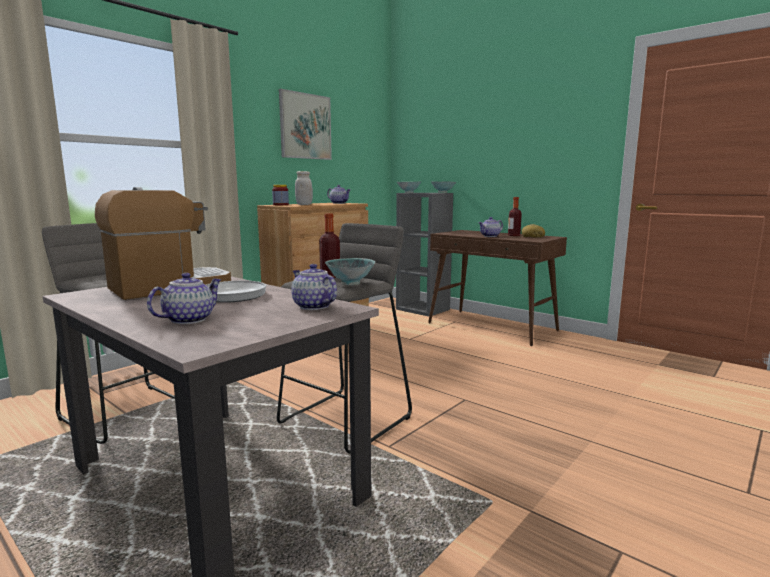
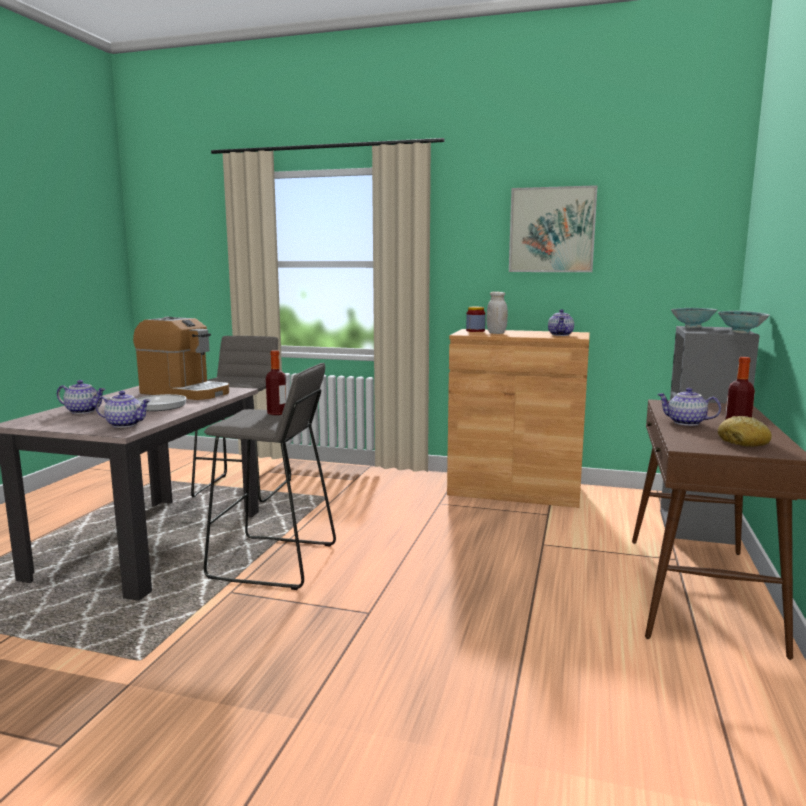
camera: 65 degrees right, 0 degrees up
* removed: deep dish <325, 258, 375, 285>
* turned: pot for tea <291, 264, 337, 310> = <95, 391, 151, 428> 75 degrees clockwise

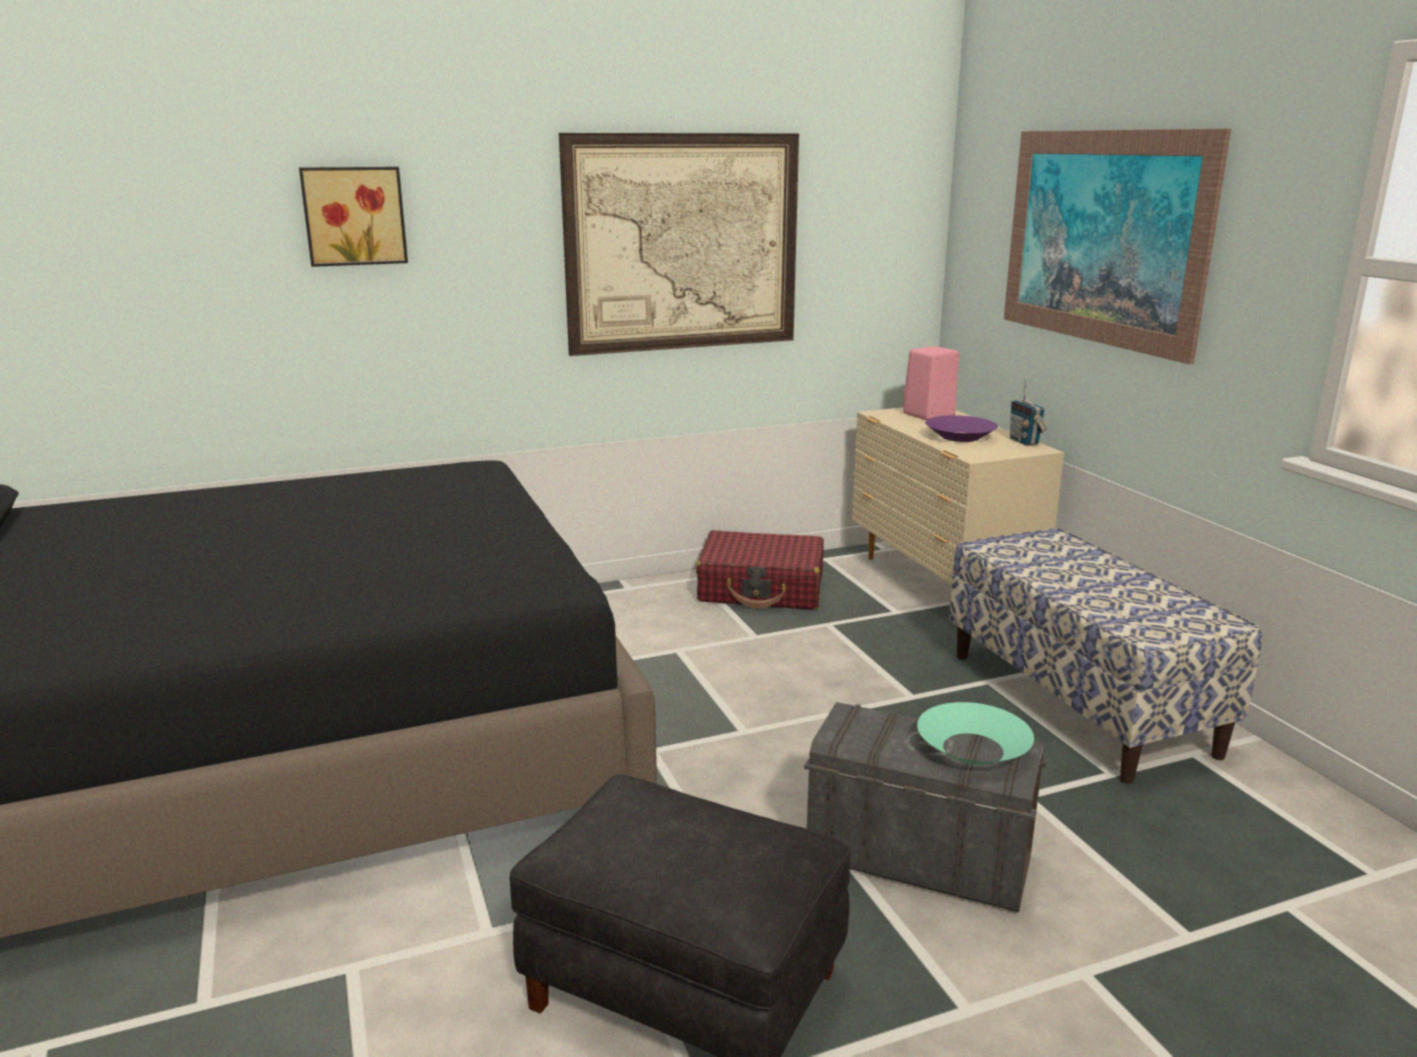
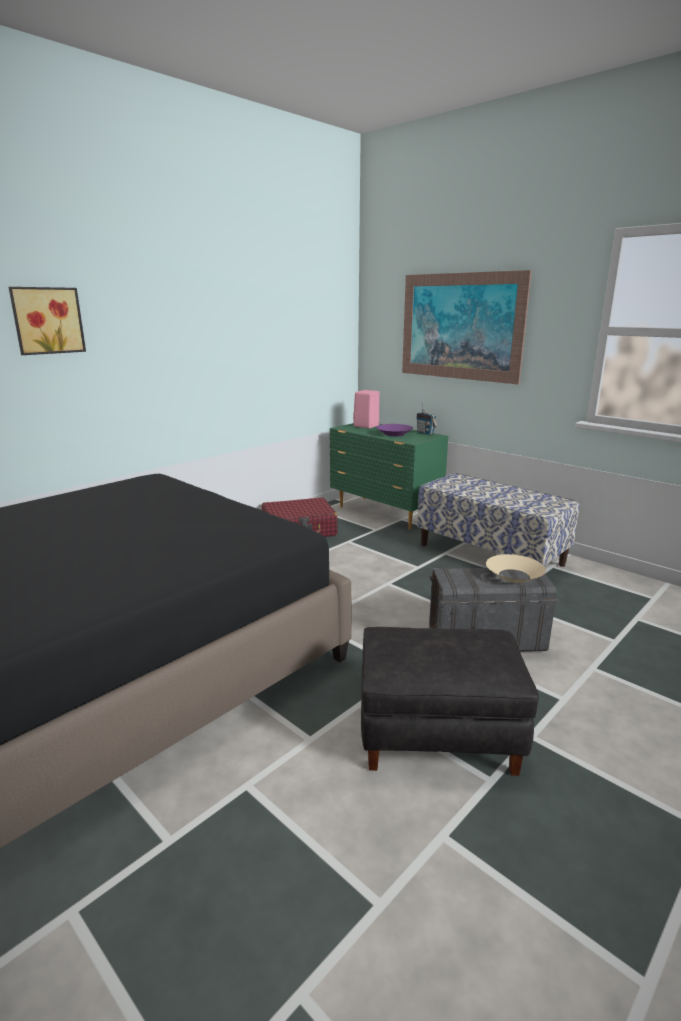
camera: 25 degrees left, 0 degrees up
* removed: wall picture <559, 133, 799, 356>
* recoloured: beige chest of drawers <852, 407, 1064, 585> to green-coloured chest of drawers <330, 423, 448, 530>
* recoloured: turquoise-coloured deep dish <917, 702, 1034, 765> to beige deep dish <486, 554, 546, 583>

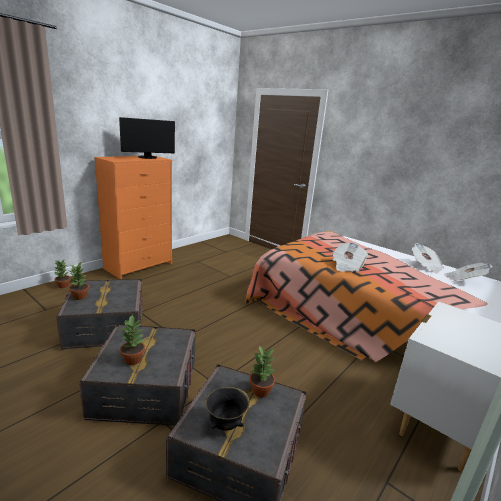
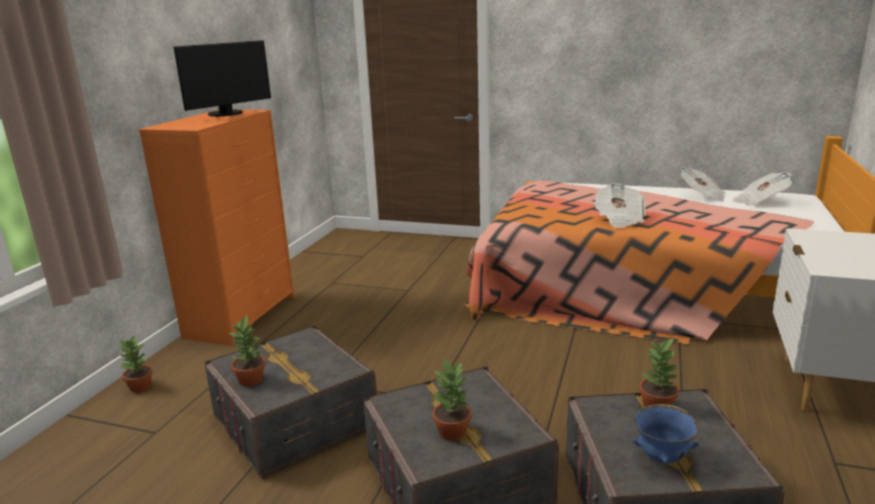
camera: 20 degrees left, 0 degrees up
* recoloured: black-coloured deep dish <205, 387, 250, 431> to blue deep dish <632, 404, 700, 463>

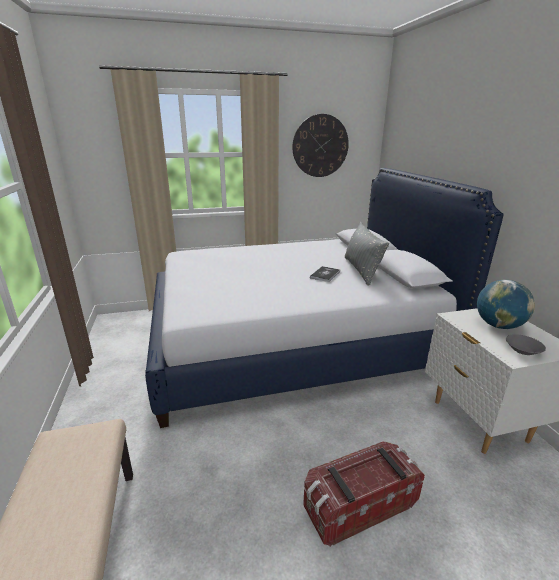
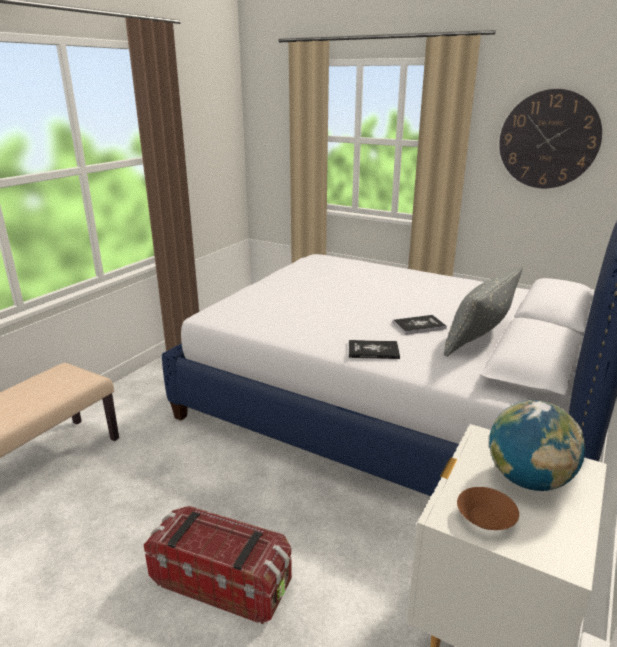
camera: 45 degrees right, 0 degrees up
* added: volume <349, 340, 400, 359>
* recoloured: gray deep dish <506, 334, 546, 355> to brown-coloured deep dish <457, 487, 519, 530>

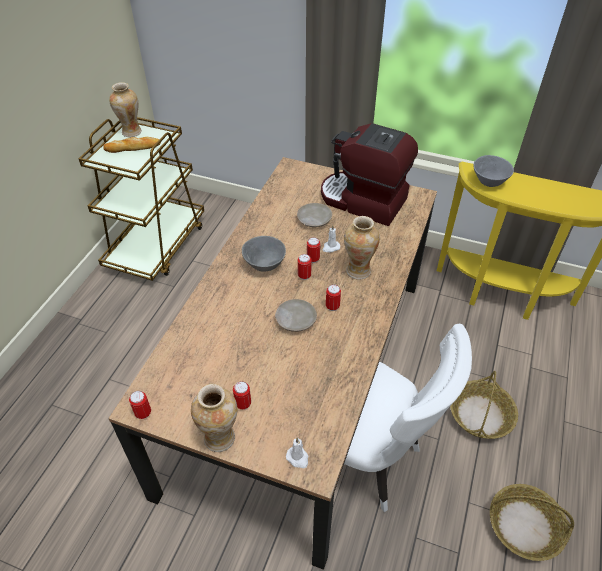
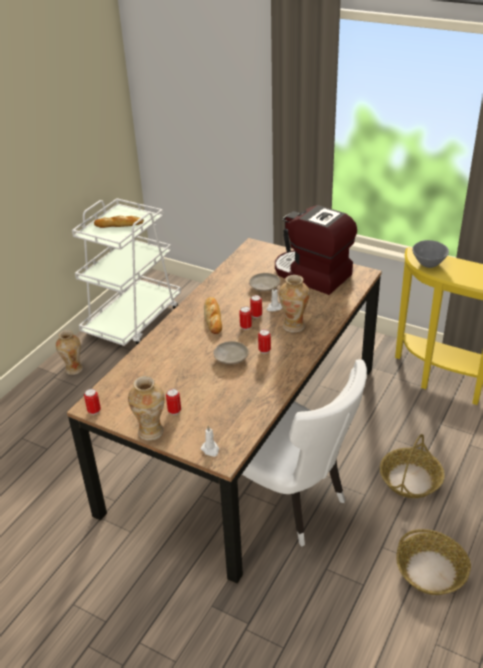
camera: 10 degrees right, 10 degrees down
* moved: vase <109, 82, 142, 137> to <56, 330, 83, 375>
* replaced: gray deep dish <242, 236, 286, 272> to bread <204, 297, 222, 334>
* recoloured: brown-coloured cart <79, 117, 204, 281> to whitish cart <72, 198, 181, 346>

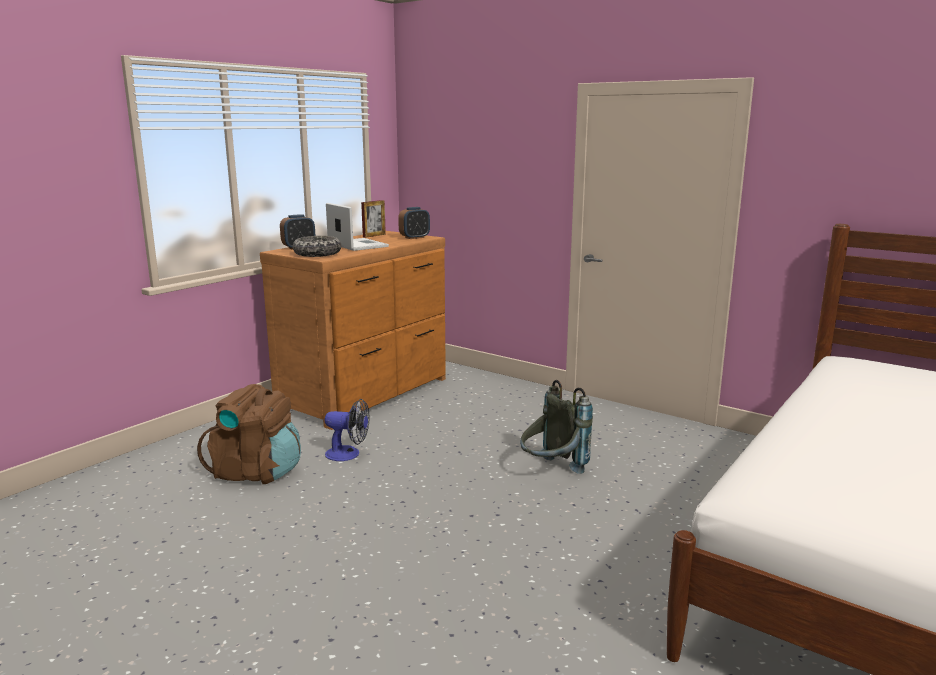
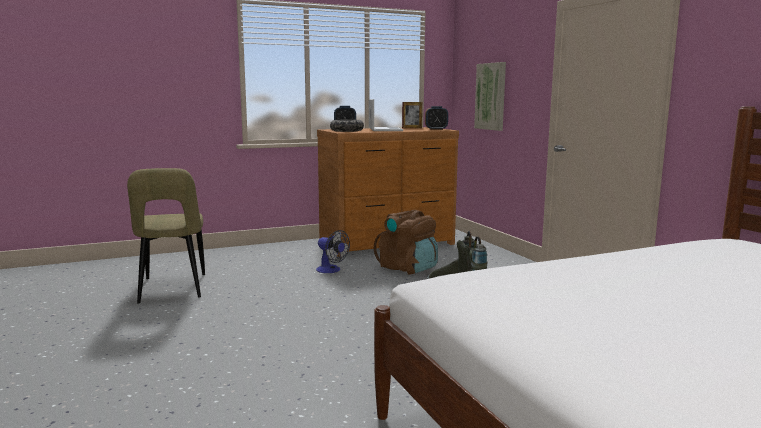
camera: 30 degrees right, 5 degrees down
* added: beige chair <127, 168, 205, 303>
* added: wall picture <474, 62, 506, 131>
* moved: brown-coloured backpack <197, 384, 301, 484> to <374, 210, 438, 275>

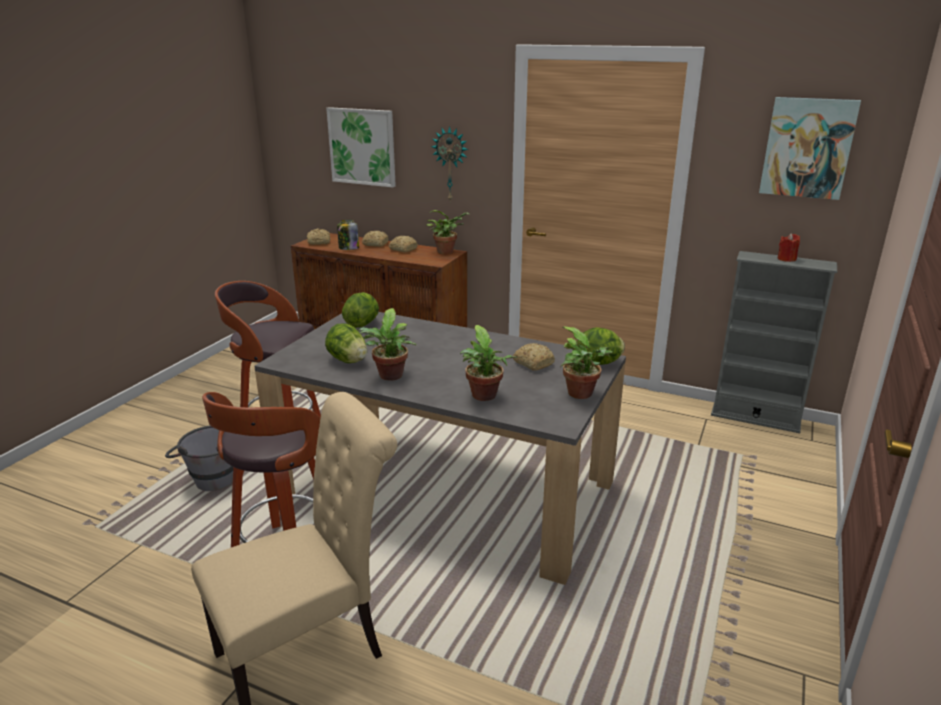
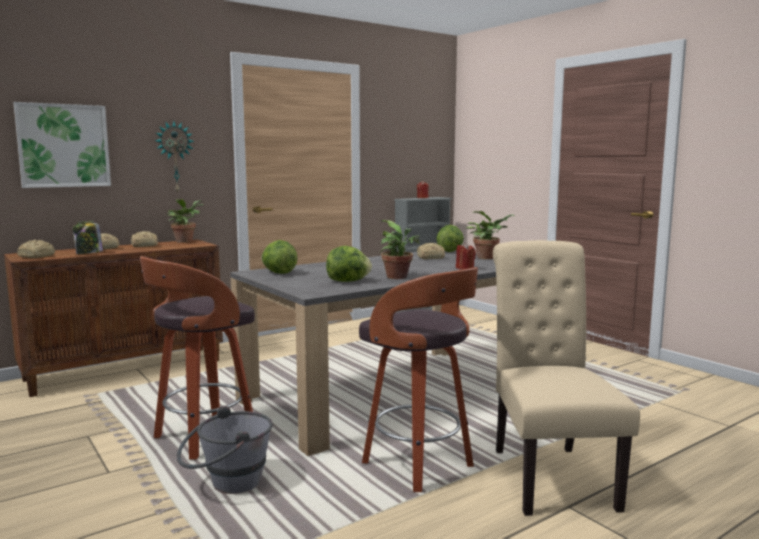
camera: 60 degrees left, 15 degrees down
* removed: wall picture <759, 97, 861, 200>
* replaced: houseplant <460, 325, 518, 401> to red wax light <456, 243, 476, 270>

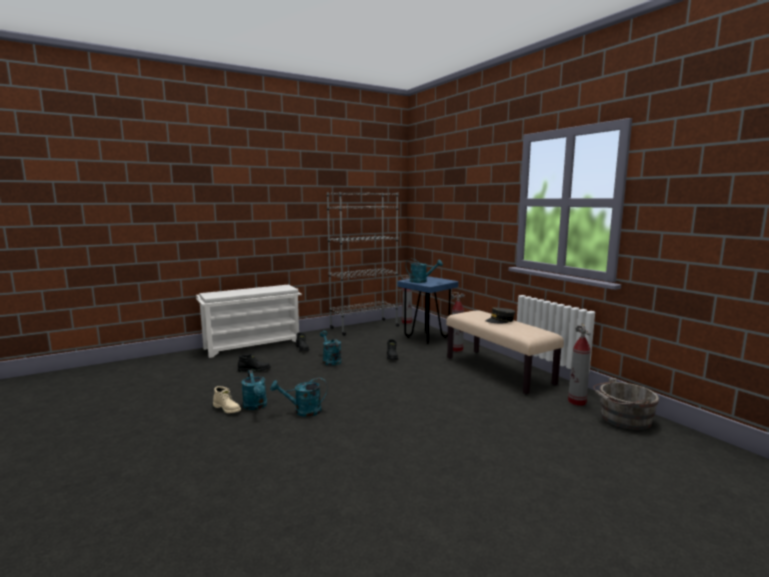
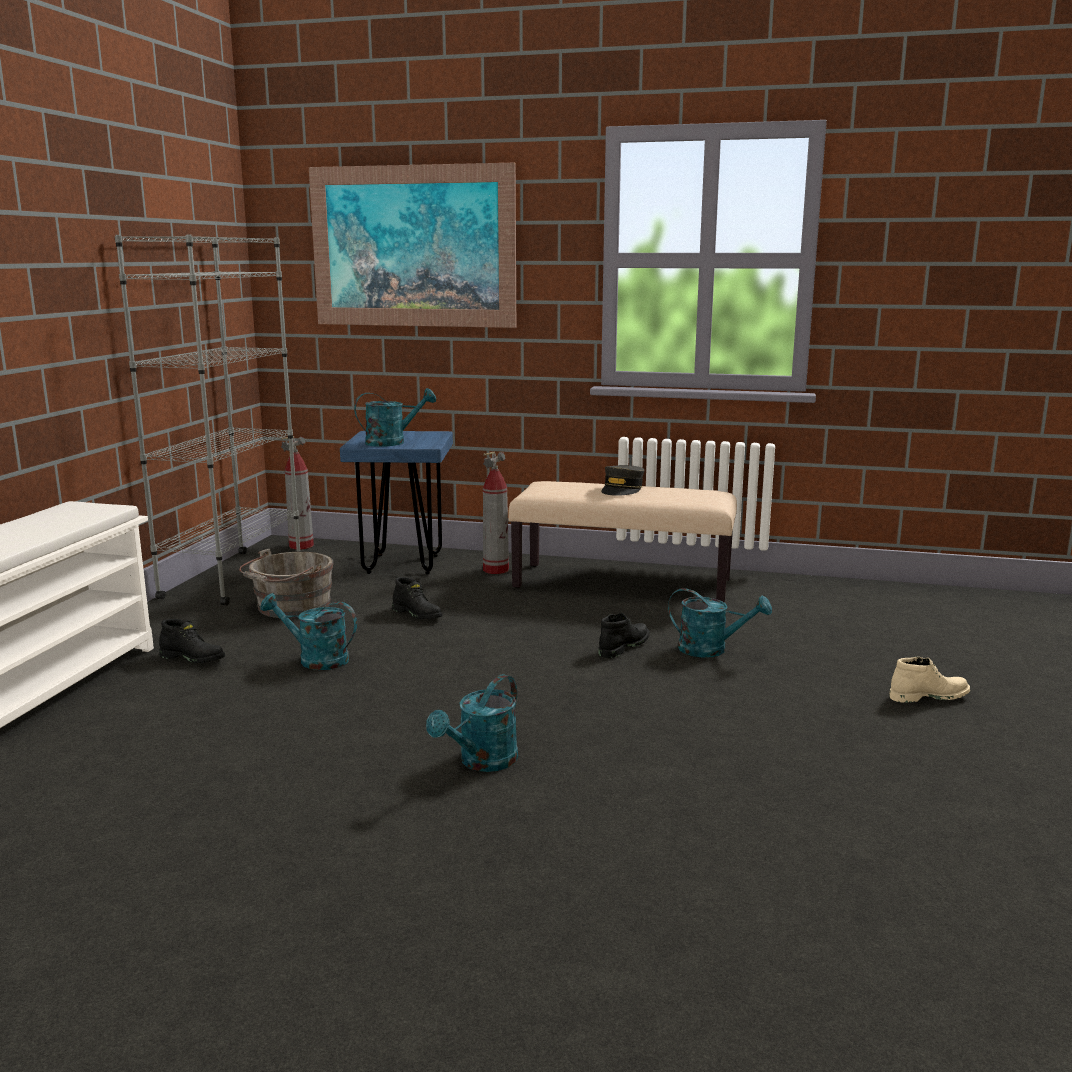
camera: 45 degrees left, 5 degrees up
* removed: extinguisher <568, 323, 591, 406>
* added: wall picture <309, 163, 516, 328>
* moved: beige boot <213, 386, 241, 413> to <889, 657, 970, 703>
* moved: black-coloured boot <238, 354, 271, 372> to <598, 613, 650, 658>
* moved: turquoise-coloured sprinkling can <241, 370, 267, 410> to <668, 588, 772, 657>
* moved: gray pail <593, 378, 659, 430> to <239, 549, 333, 618>

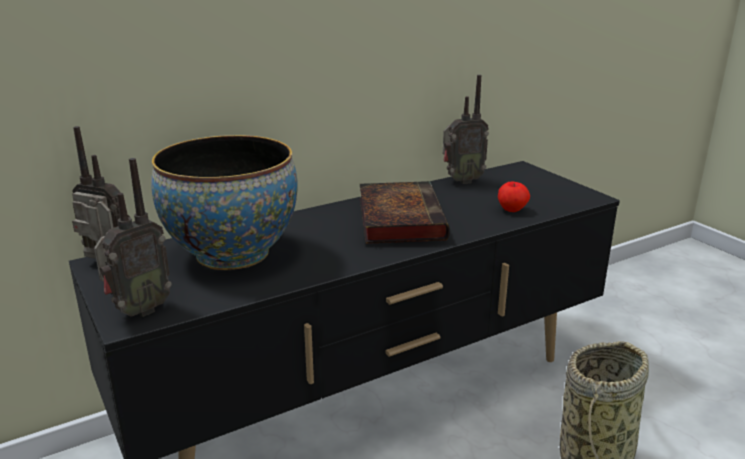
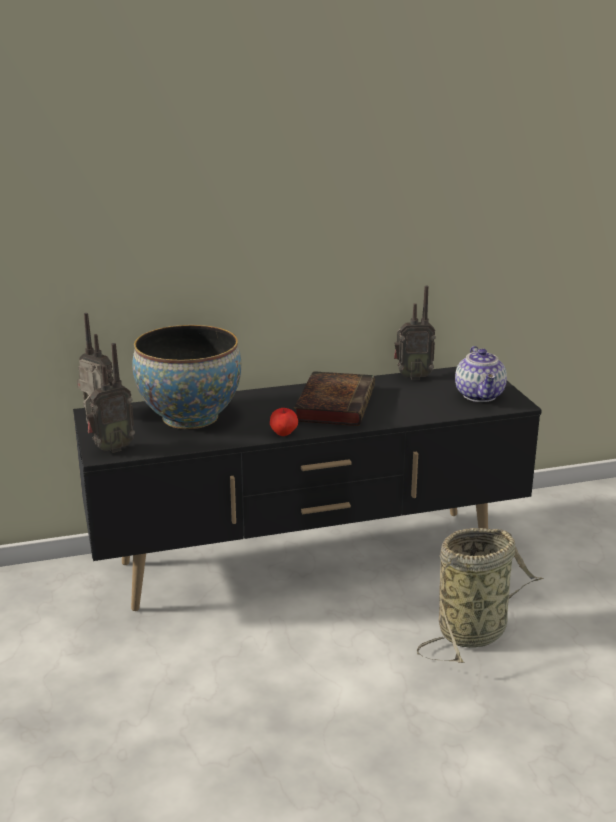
camera: 15 degrees right, 0 degrees up
* added: pot for tea <455, 346, 507, 402>
* moved: apple fruit <498, 182, 530, 212> to <270, 408, 298, 436>

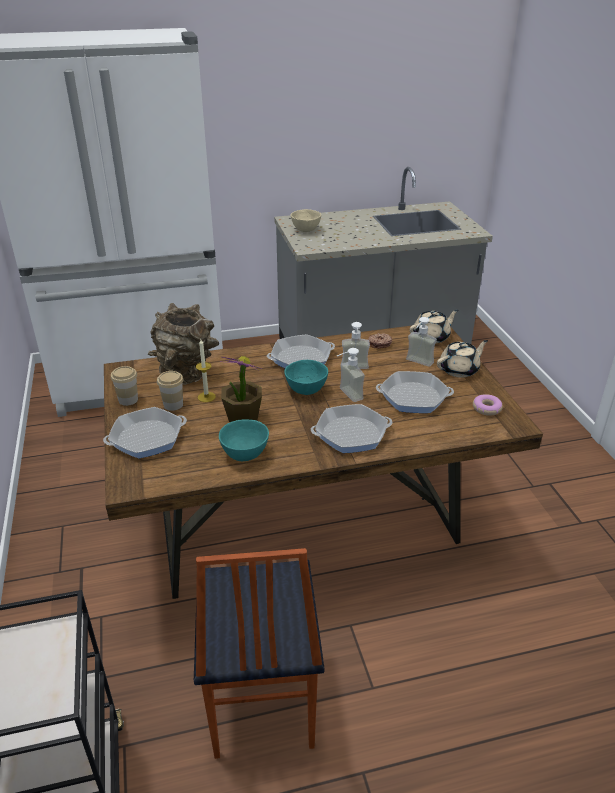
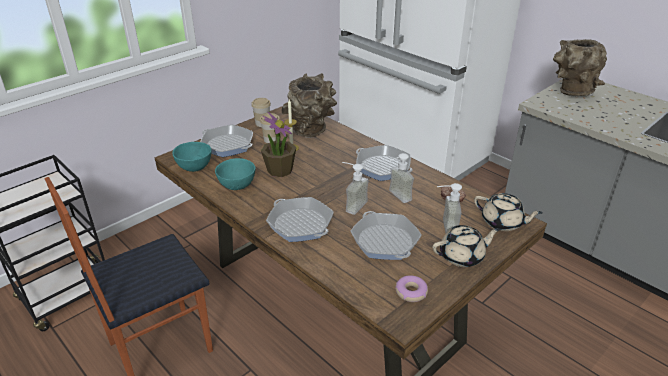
camera: 60 degrees right, 0 degrees up
* moved: turquoise-coloured deep dish <284, 360, 328, 395> to <172, 142, 212, 172>
* replaced: beige deep dish <291, 209, 321, 232> to brown-coloured vase <553, 39, 607, 97>
* turned: beige pot for tea <437, 340, 488, 378> = <432, 225, 500, 267> 45 degrees counterclockwise

